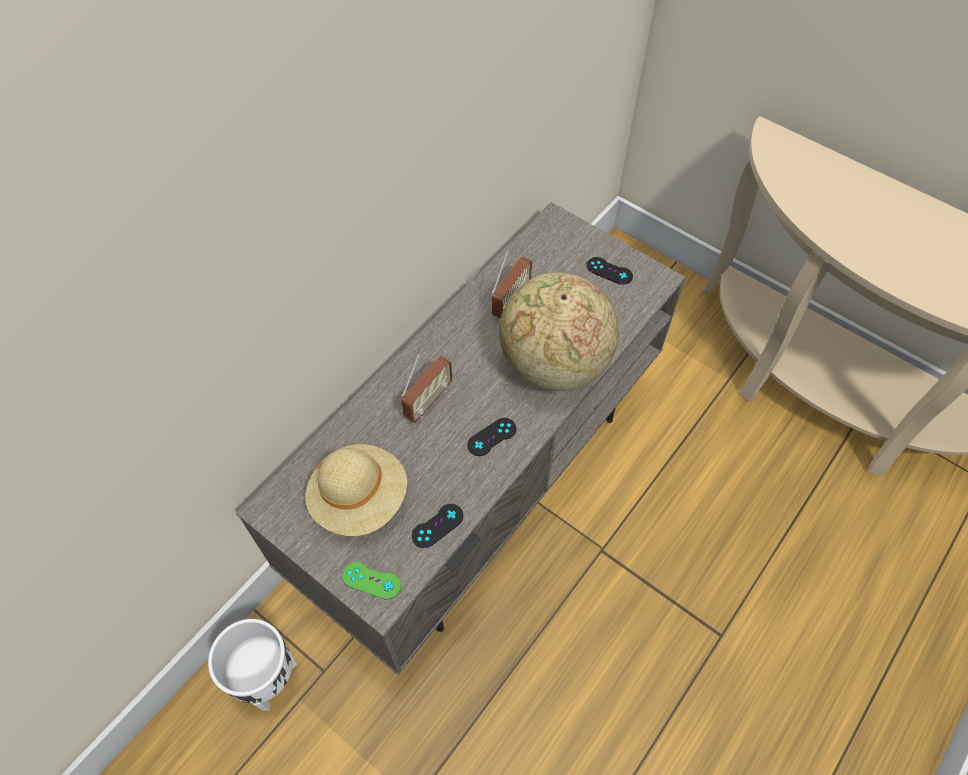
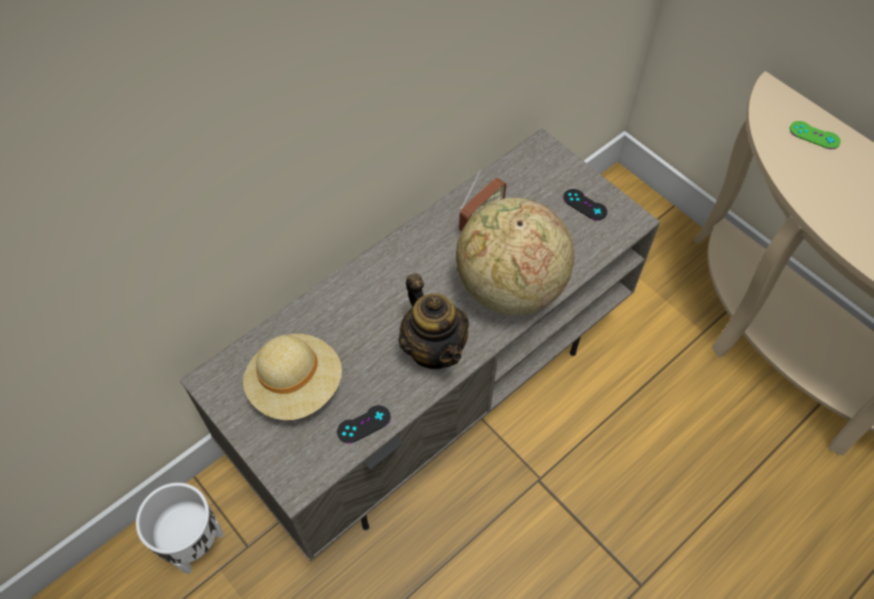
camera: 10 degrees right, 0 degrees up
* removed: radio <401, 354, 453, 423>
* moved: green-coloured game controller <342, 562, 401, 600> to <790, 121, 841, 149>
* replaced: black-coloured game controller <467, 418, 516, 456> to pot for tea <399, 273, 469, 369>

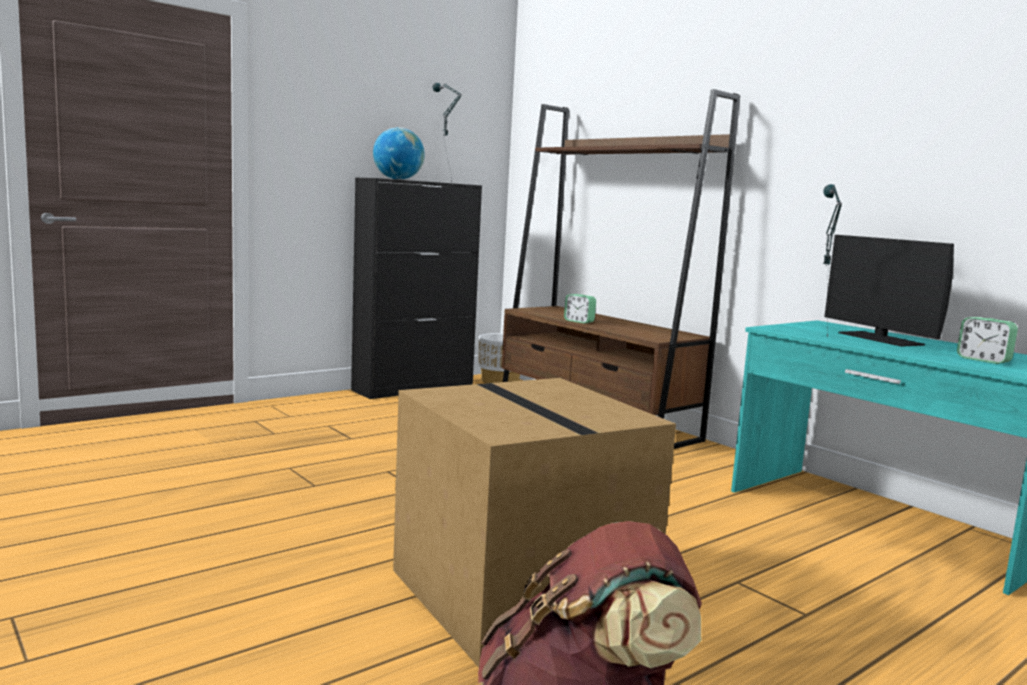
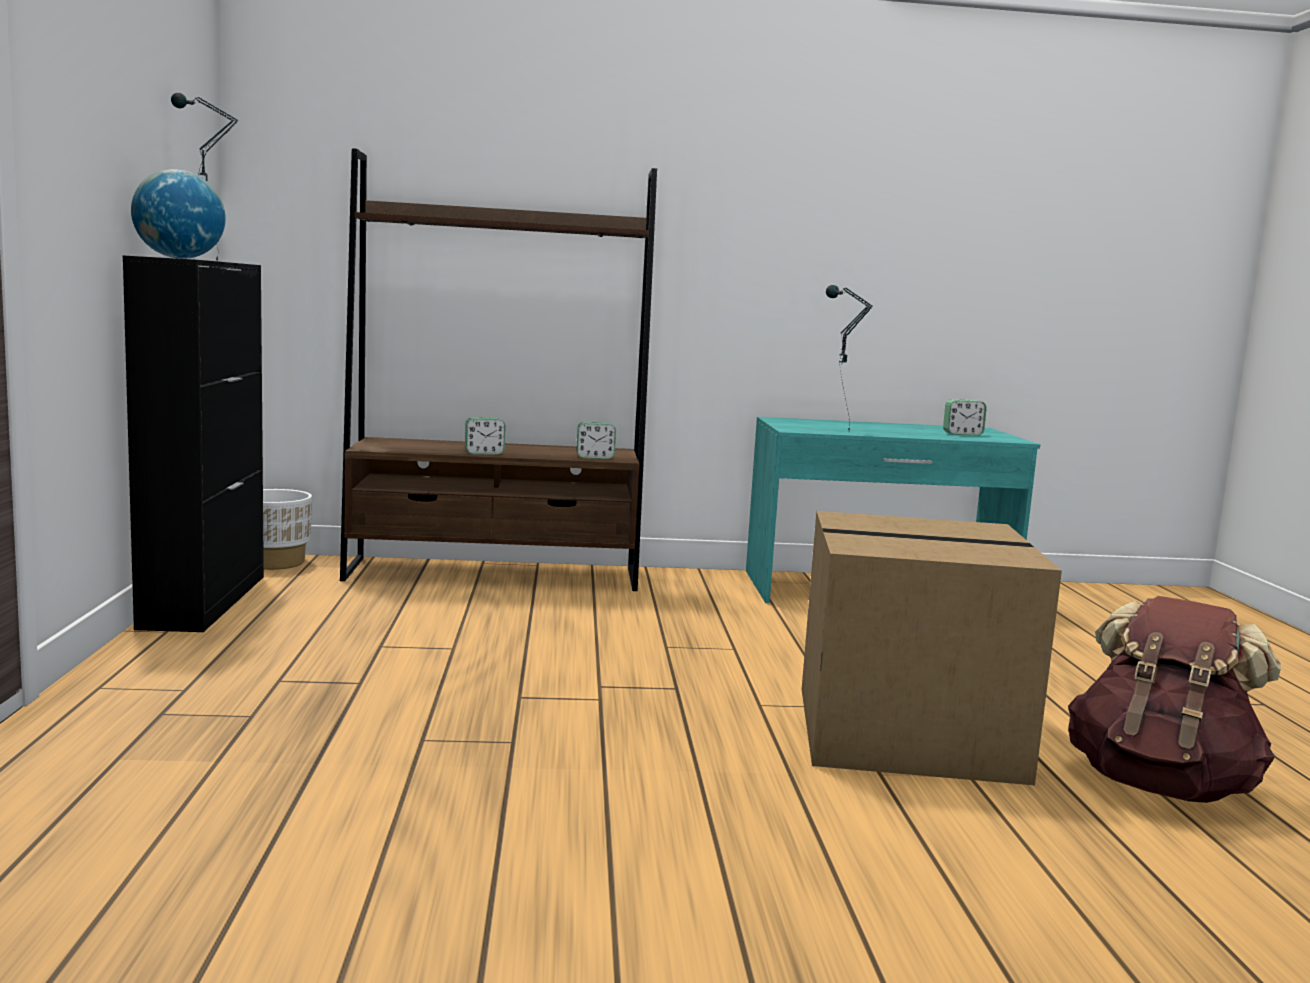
camera: 55 degrees left, 0 degrees up
* removed: monitor <824, 235, 954, 347>
* added: bedside clock <577, 422, 616, 459>

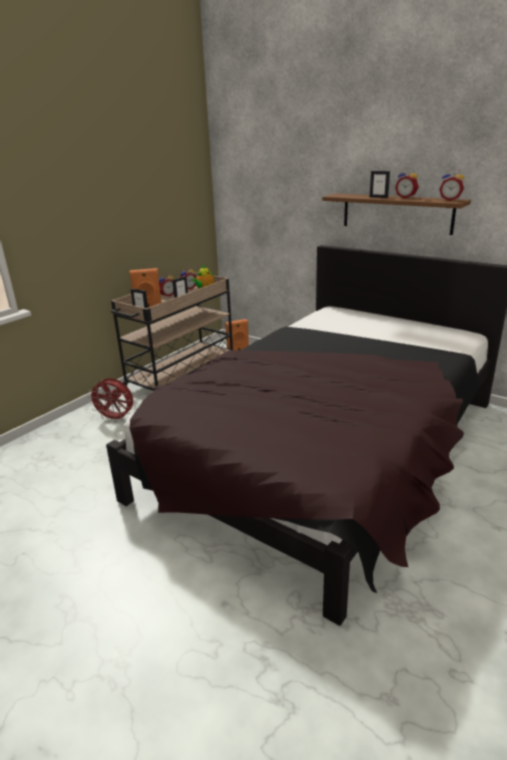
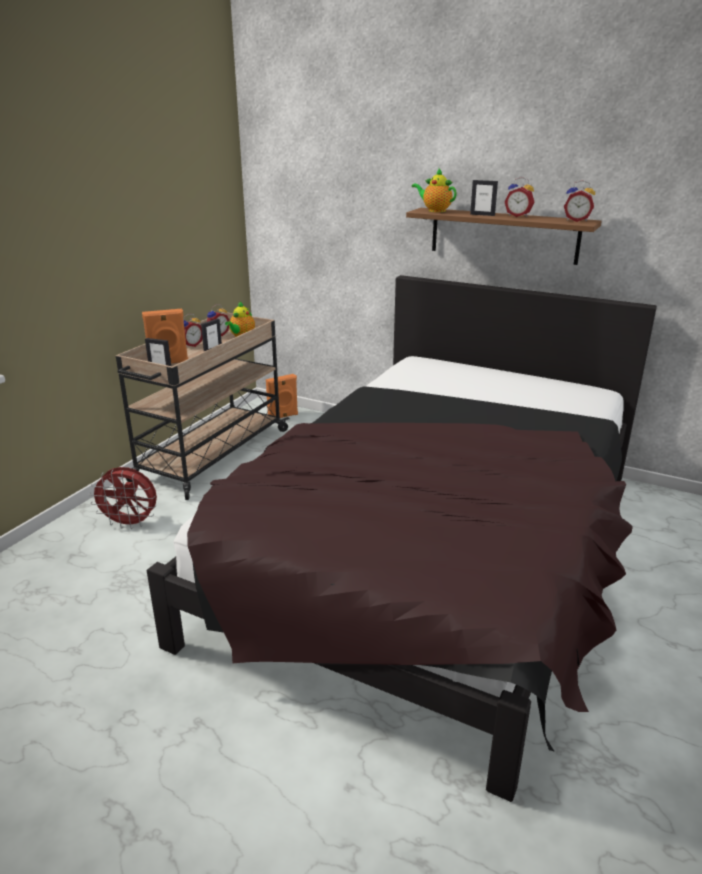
camera: 10 degrees left, 0 degrees up
* added: pot for tea <412, 169, 457, 212>

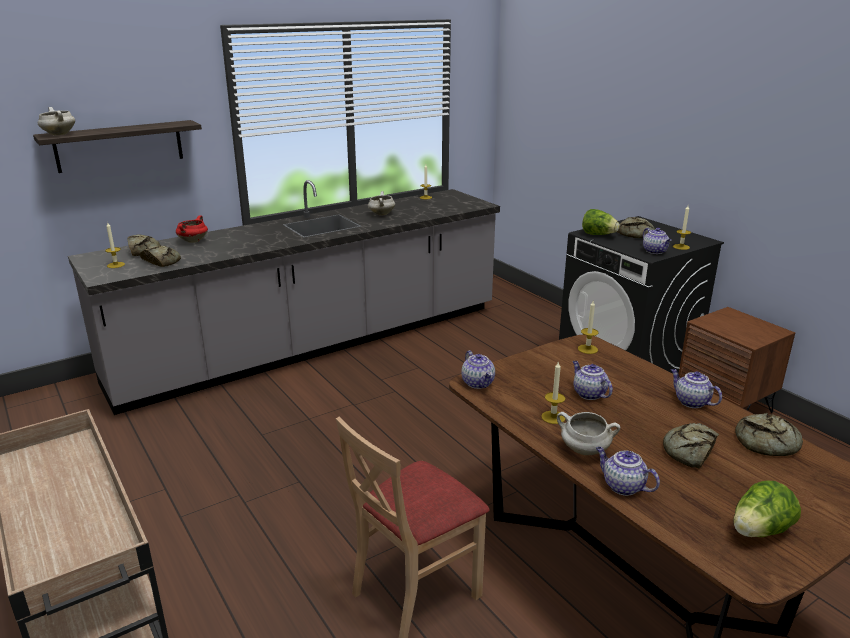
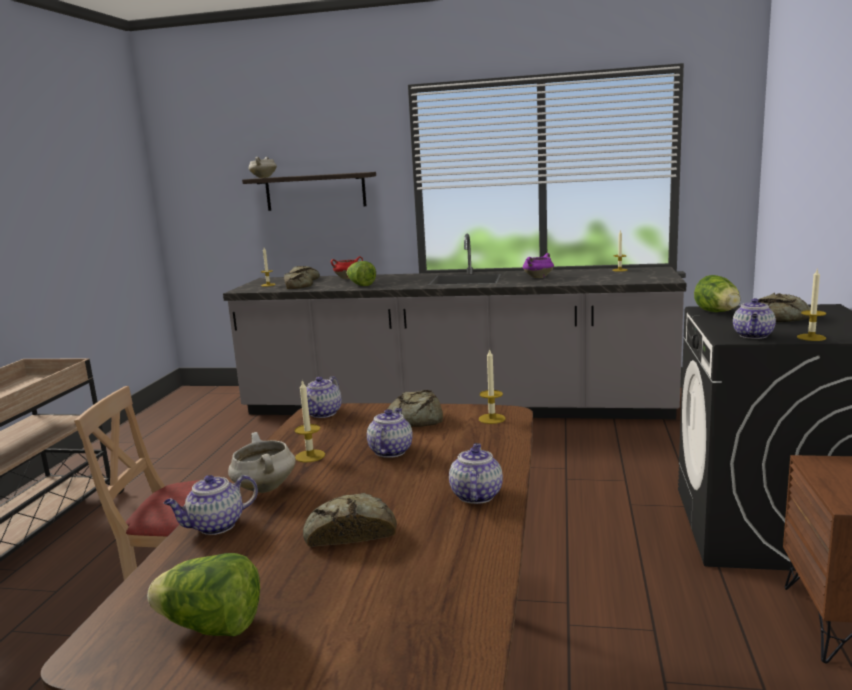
camera: 45 degrees right, 10 degrees down
* added: head of lettuce <347, 261, 376, 286>
* moved: bread <735, 413, 803, 456> to <388, 390, 443, 427>
* recoloured: whitish stockpot <368, 191, 395, 216> to purple stockpot <523, 253, 554, 278>
* turned: pot for tea <596, 447, 660, 496> = <164, 475, 258, 535> 120 degrees counterclockwise

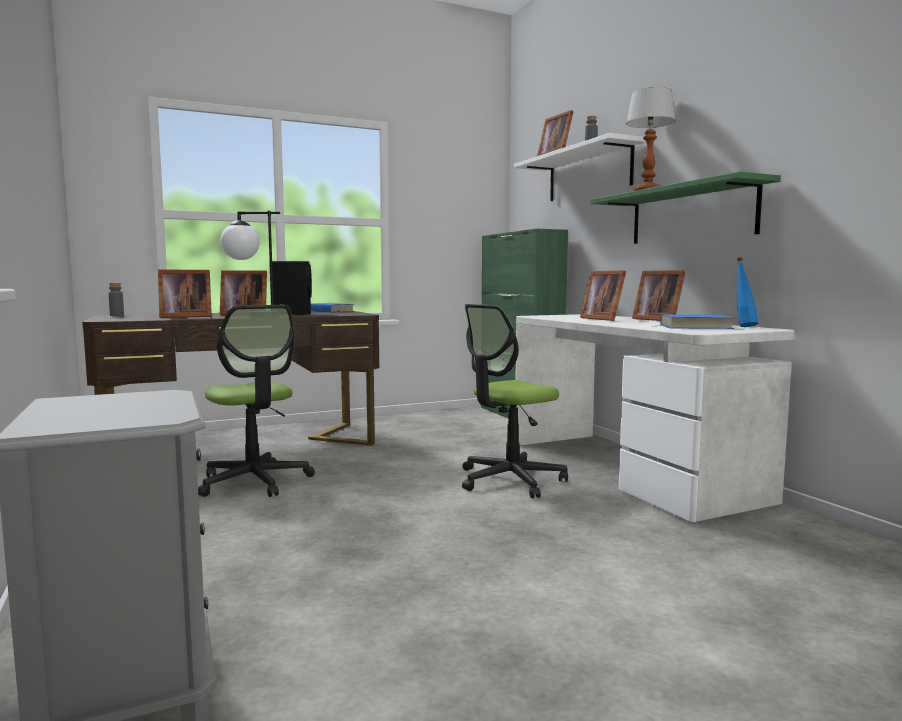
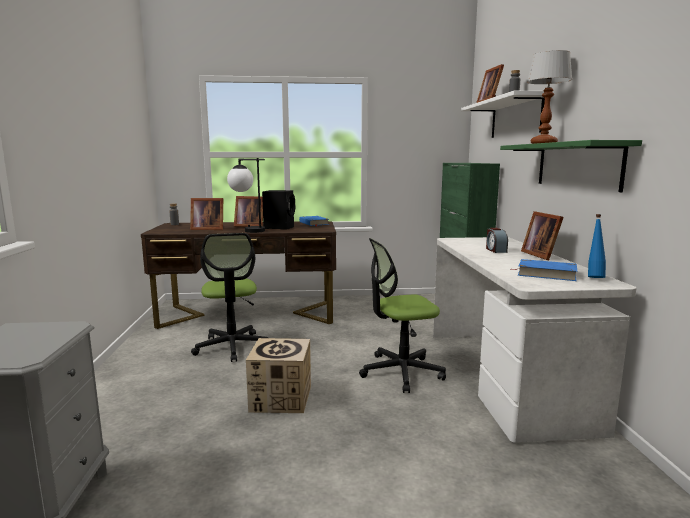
camera: 20 degrees right, 5 degrees up
* added: packing box <246, 338, 311, 413>
* replaced: picture frame <580, 270, 626, 321> to bedside clock <486, 228, 508, 253>

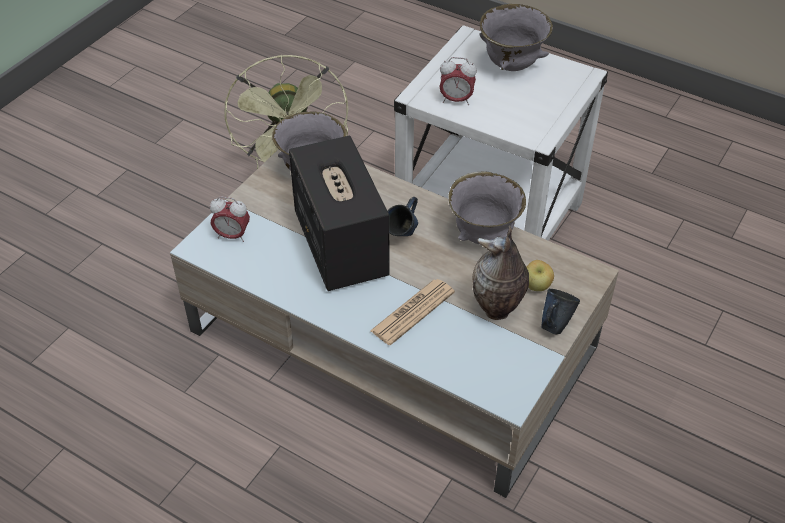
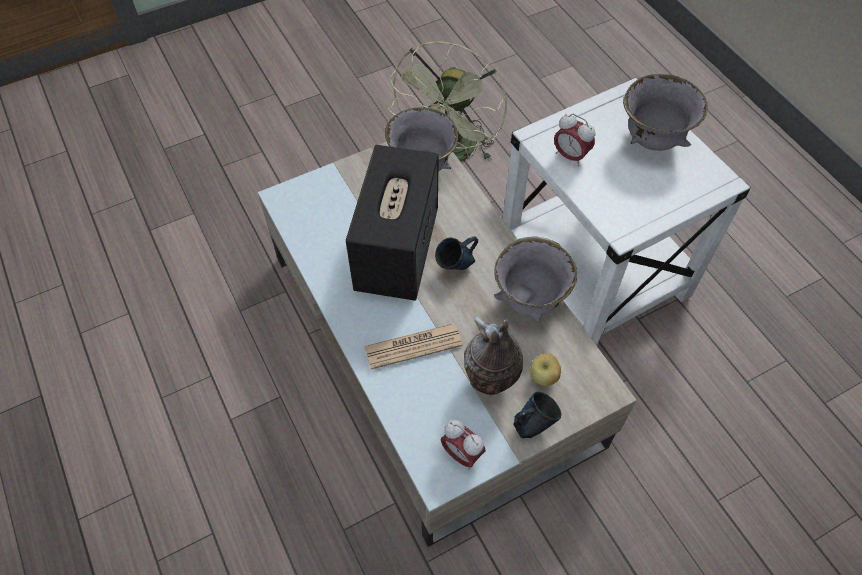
camera: 30 degrees right, 10 degrees up
* moved: bedside clock <210, 196, 250, 242> to <441, 420, 486, 470>

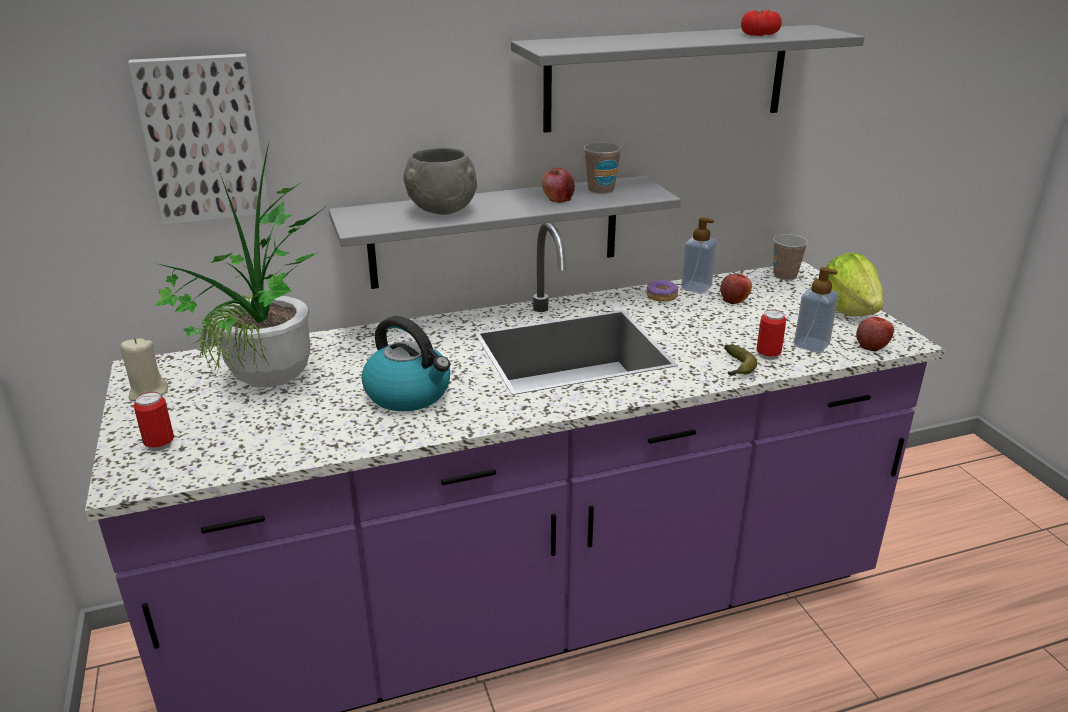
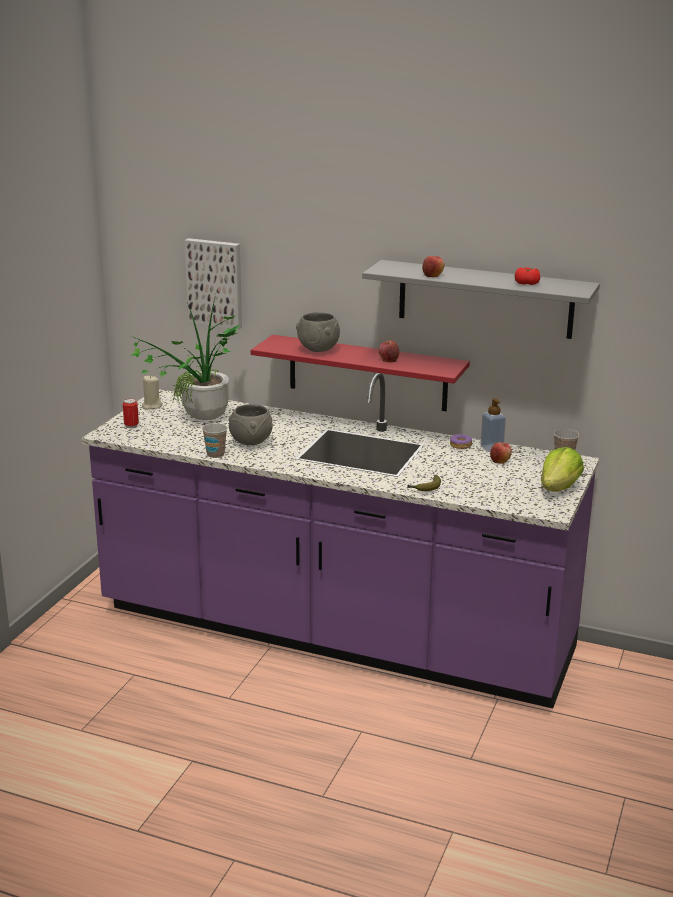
camera: 40 degrees right, 5 degrees down
* removed: metal can <756, 310, 786, 360>
* removed: soap dispenser <794, 267, 839, 353>
* moved: small cup <584, 143, 622, 194> to <202, 423, 227, 458>
* moved: apple fruit <856, 317, 894, 351> to <422, 256, 444, 277>
* replaced: water kettle <361, 316, 450, 411> to gray deep dish <229, 404, 273, 445>
* recoloured: gray shelf <329, 176, 681, 289> to red shelf <251, 335, 470, 411>

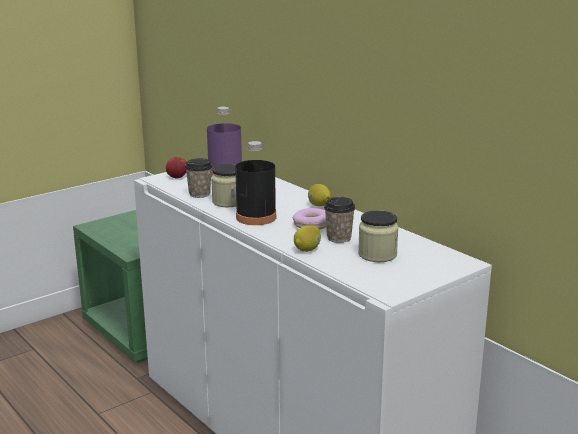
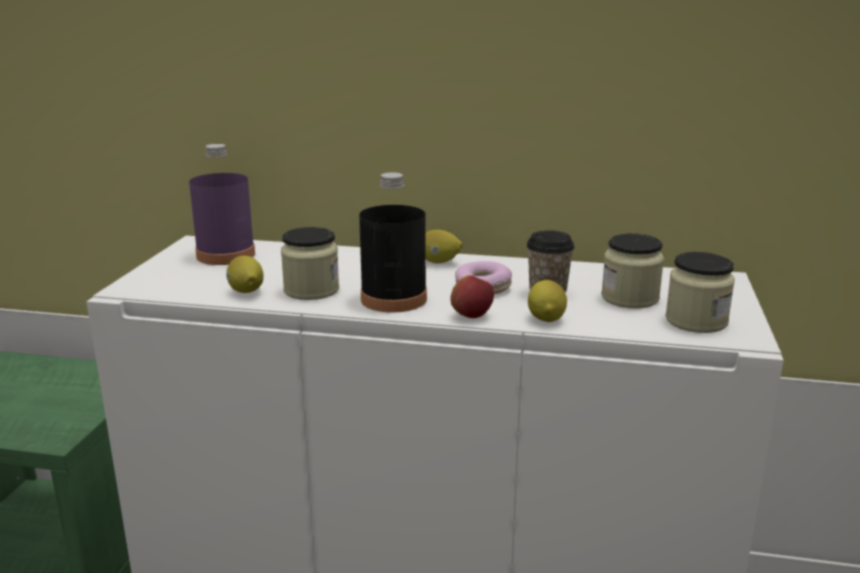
camera: 40 degrees left, 0 degrees up
* added: storage jar <665, 252, 735, 333>
* moved: apple fruit <166, 156, 187, 178> to <450, 275, 494, 318>
* replaced: small cup <185, 158, 212, 198> to lemon <226, 256, 264, 293>

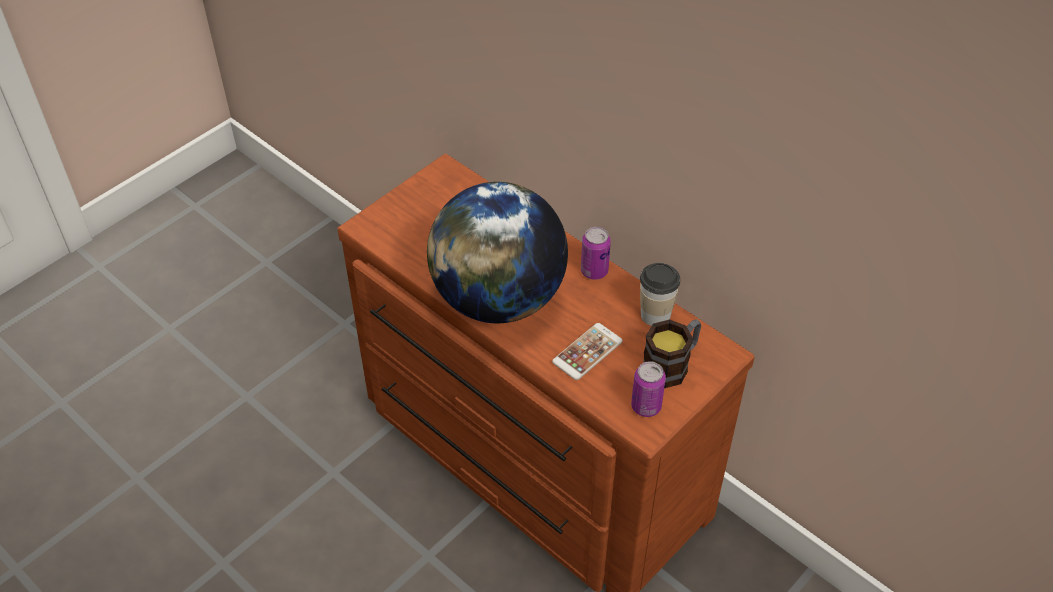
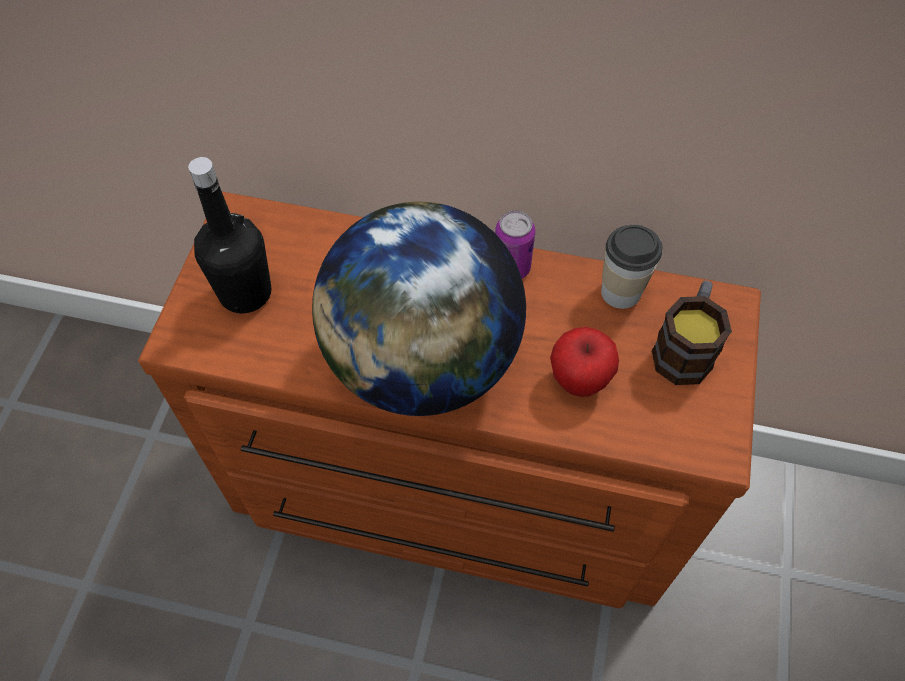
camera: 30 degrees left, 10 degrees up
* removed: metal can <631, 361, 666, 417>
* added: black-coloured drink bottle <188, 157, 271, 314>
* replaced: phone <552, 323, 623, 380> to apple fruit <550, 327, 619, 397>

